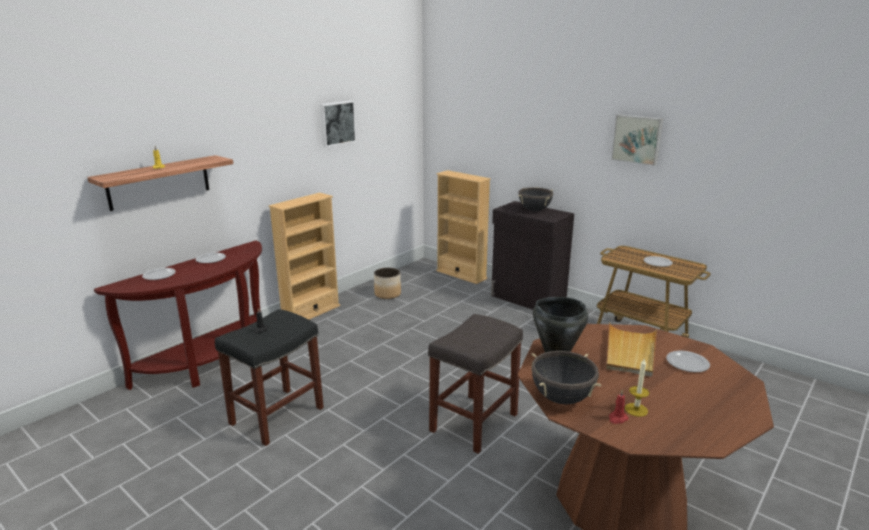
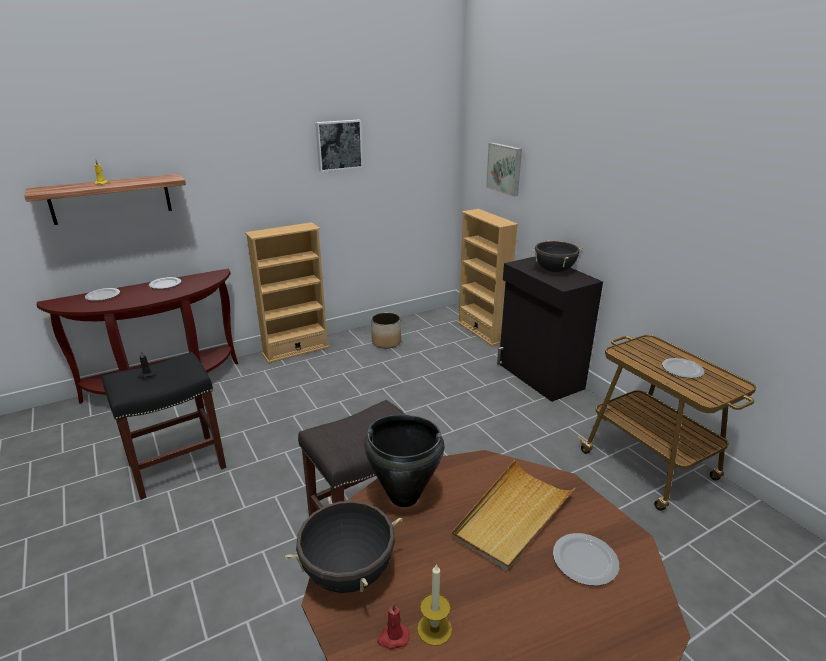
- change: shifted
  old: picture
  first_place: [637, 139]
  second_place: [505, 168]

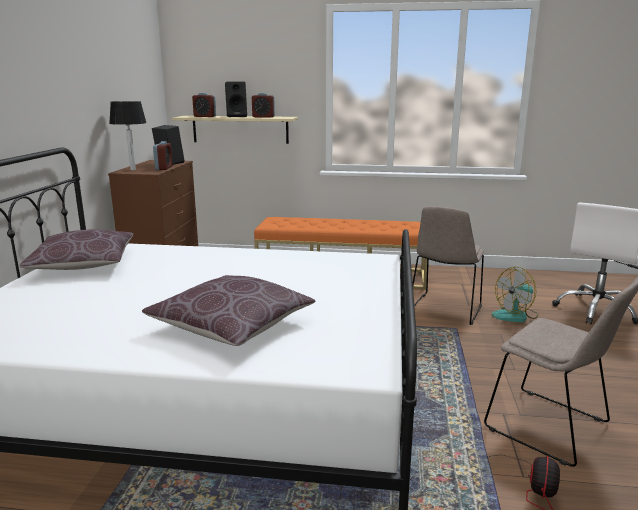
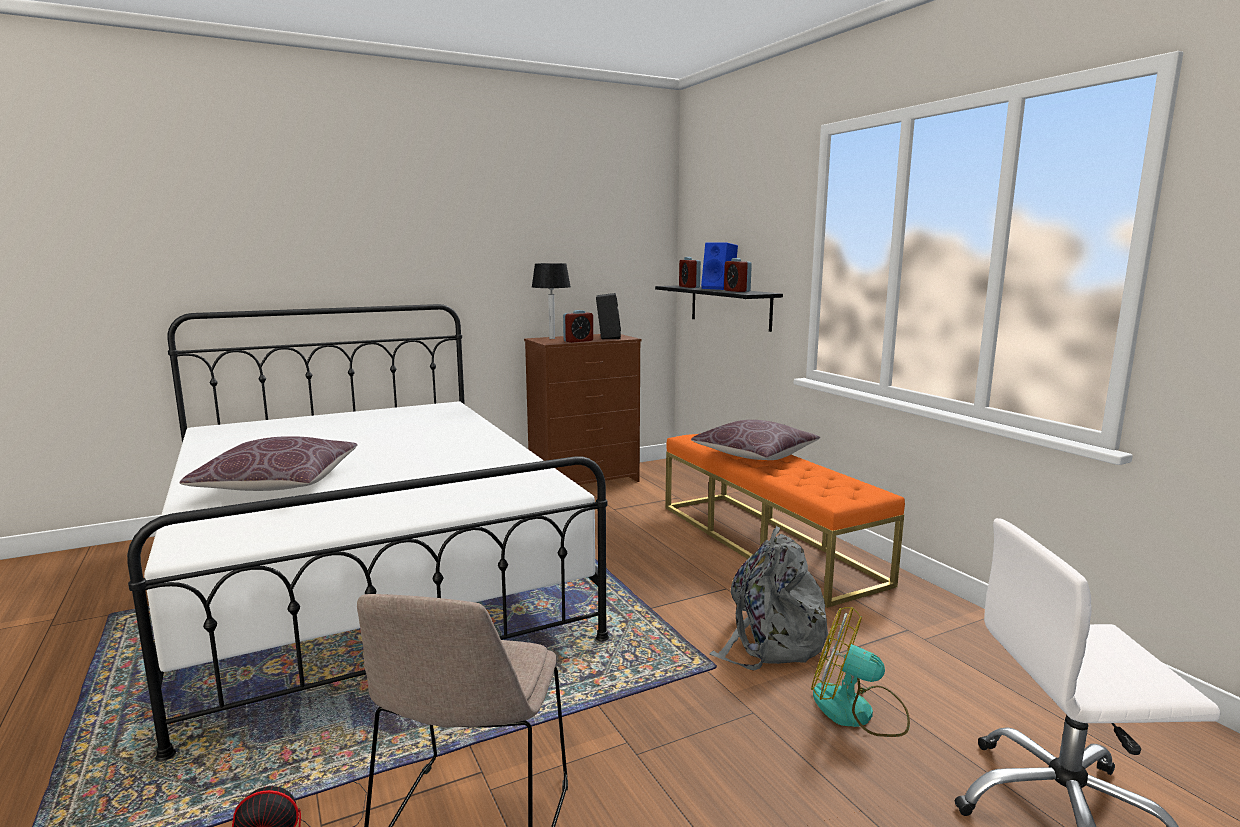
- change: shifted
  old: brown pillow
  first_place: [84, 264]
  second_place: [755, 455]
- change: repainted
  old: beige shelf
  new: black shelf
  first_place: [240, 129]
  second_place: [729, 307]
- change: repainted
  old: black speaker
  new: blue speaker
  first_place: [237, 116]
  second_place: [719, 289]
- change: swapped
  old: beige chair
  new: grey backpack
  first_place: [444, 310]
  second_place: [771, 641]

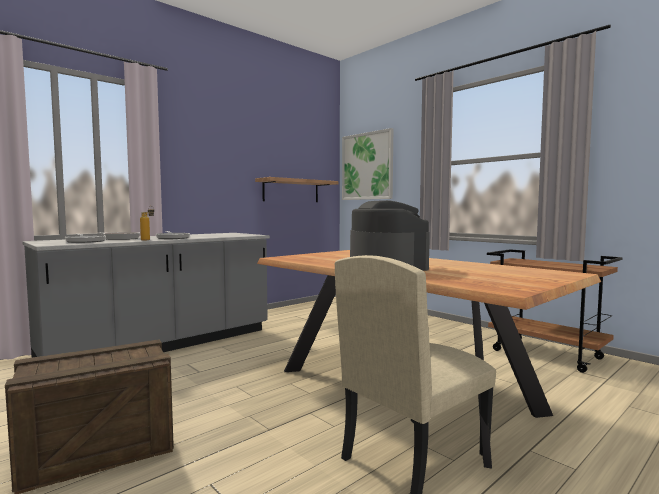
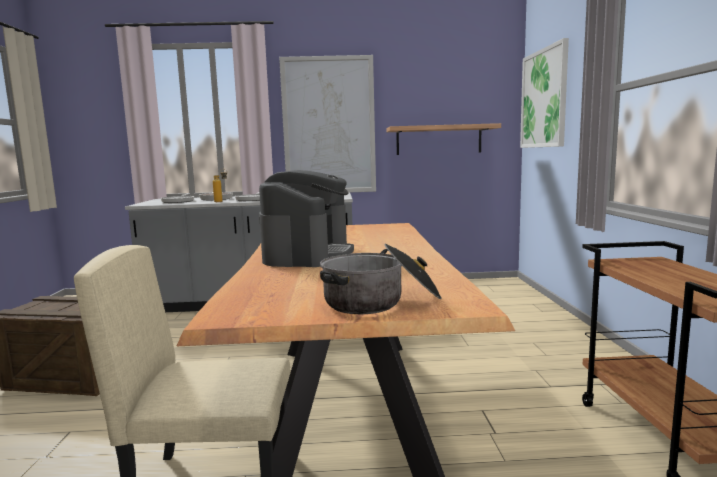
- change: new
  new: picture
  second_place: [329, 126]
- change: new
  new: cooking pot
  second_place: [381, 302]

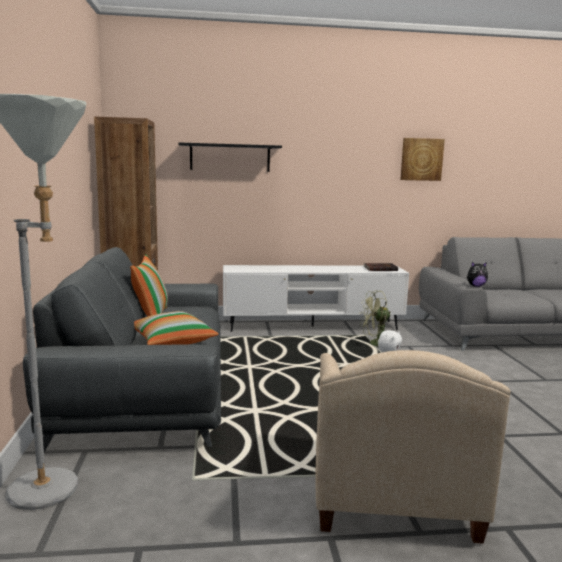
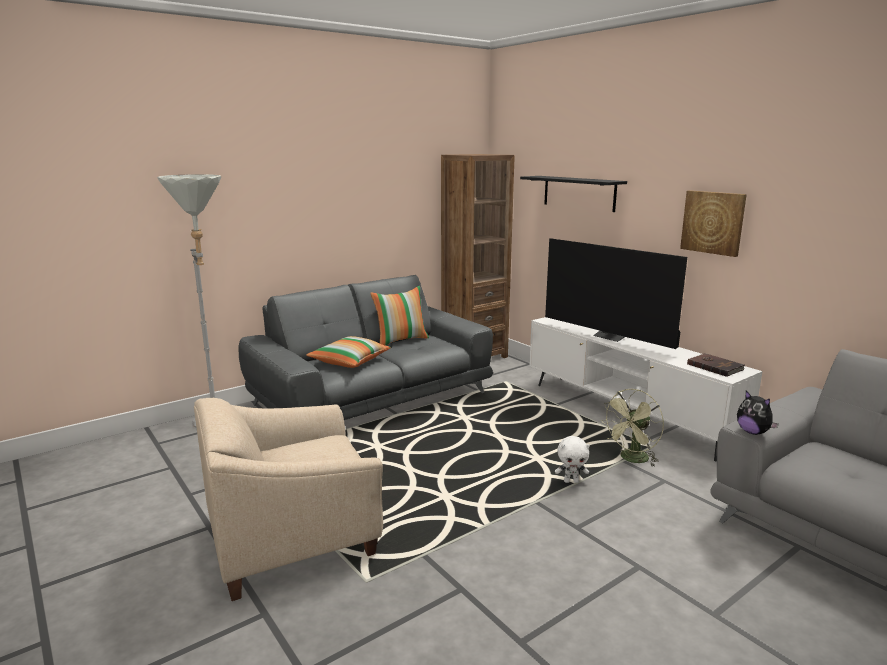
- change: rotated
  old: green fan
  first_place: [375, 344]
  second_place: [631, 459]
  degrees: -90
- change: shifted
  old: picture
  first_place: [421, 159]
  second_place: [713, 222]
- change: new
  new: television
  second_place: [610, 336]

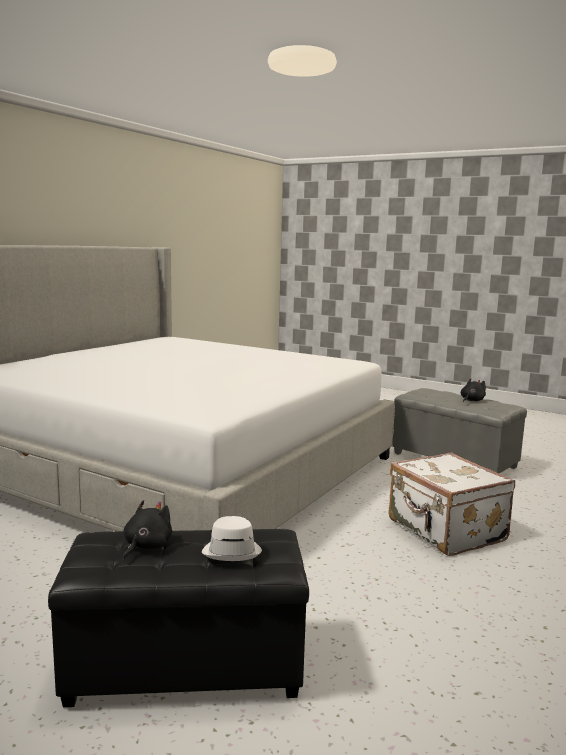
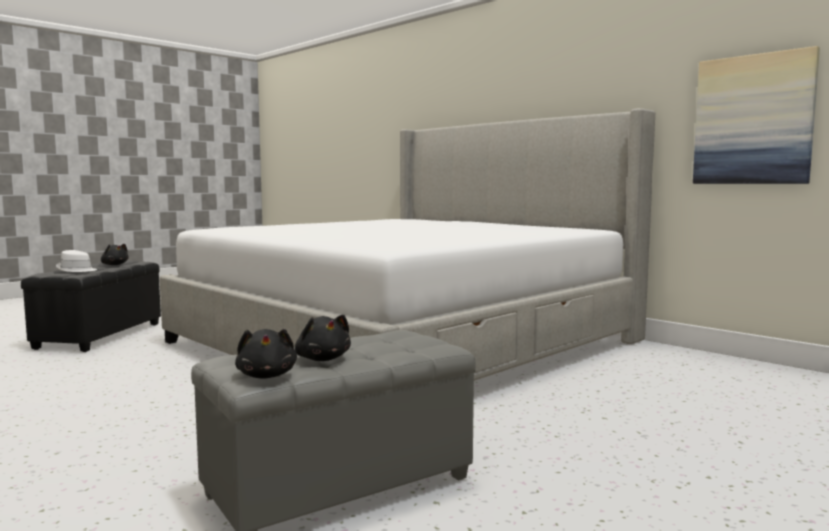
- change: gone
  old: white suitcase
  first_place: [445, 531]
- change: new
  new: black plush toy
  second_place: [267, 375]
- change: new
  new: picture
  second_place: [753, 120]

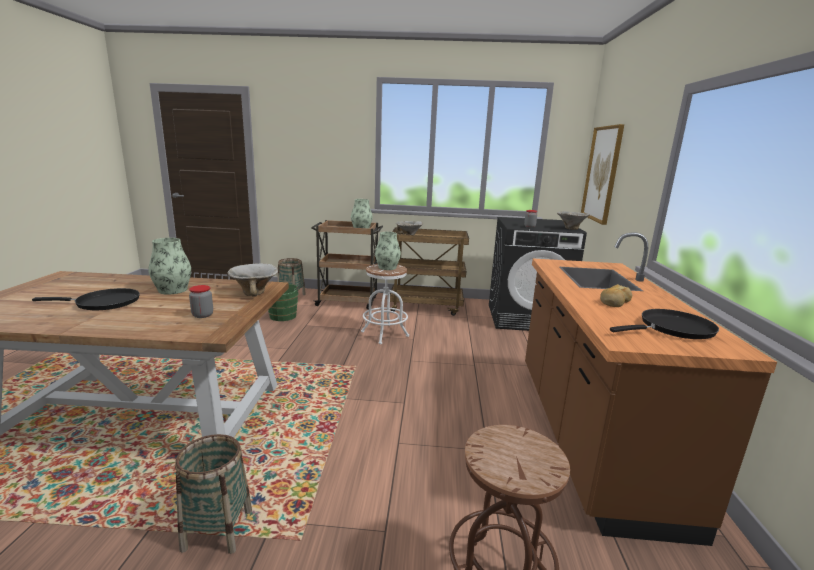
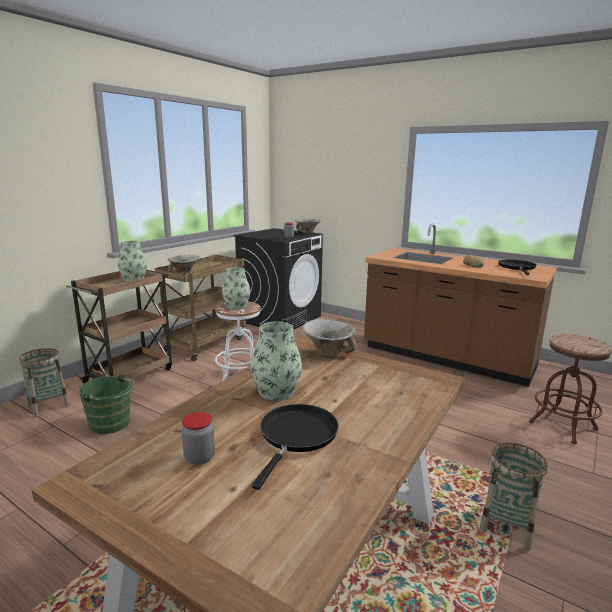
- change: shifted
  old: jar
  first_place: [202, 315]
  second_place: [199, 457]
- change: gone
  old: picture
  first_place: [602, 174]

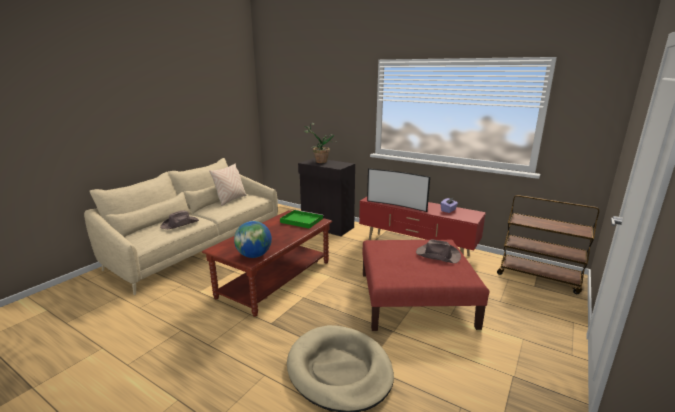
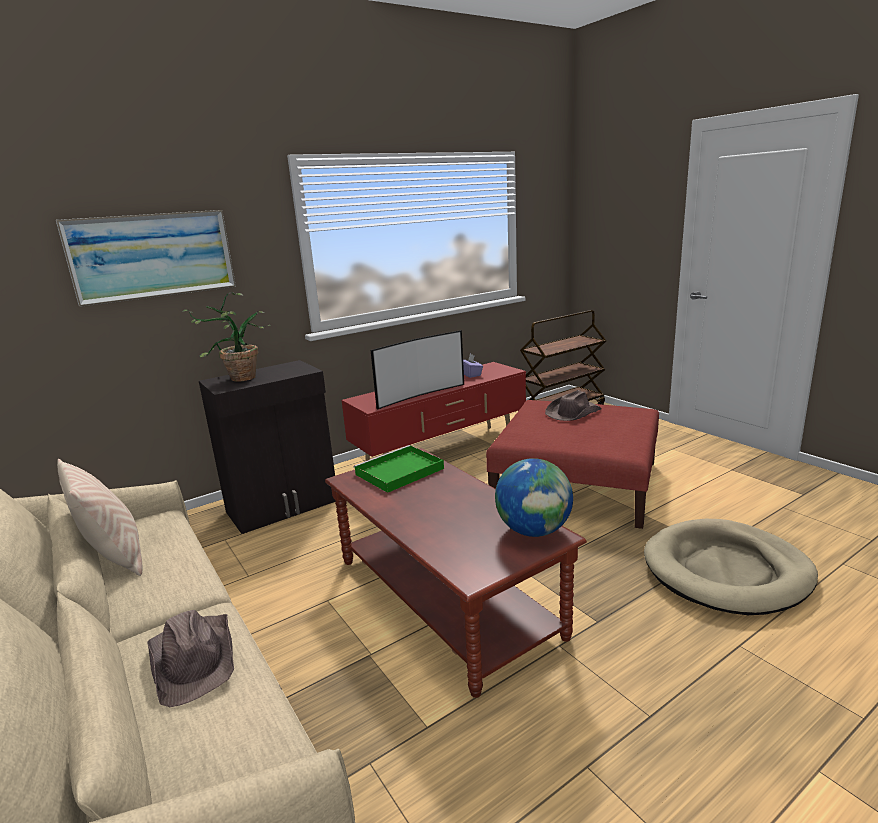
- change: new
  new: picture
  second_place: [152, 255]

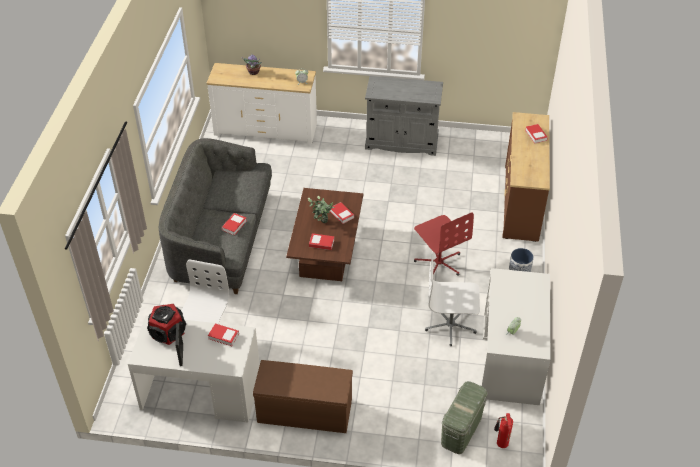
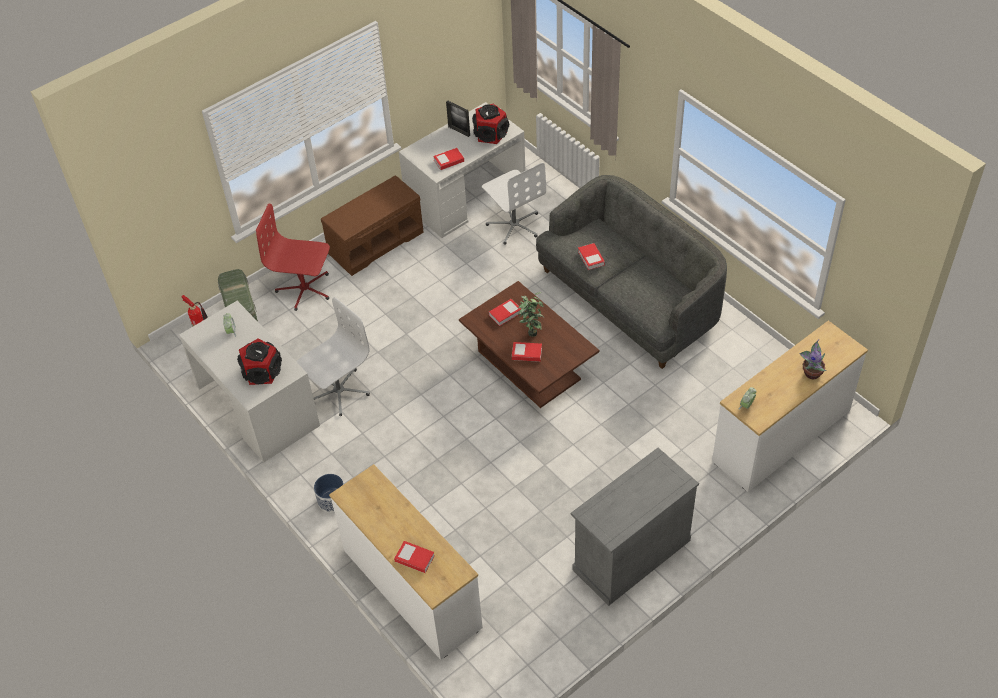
- change: shifted
  old: red office chair
  first_place: [439, 263]
  second_place: [304, 289]
- change: repainted
  old: brown dresser
  new: white dresser
  first_place: [521, 202]
  second_place: [411, 589]
- change: new
  new: speaker
  second_place: [261, 372]

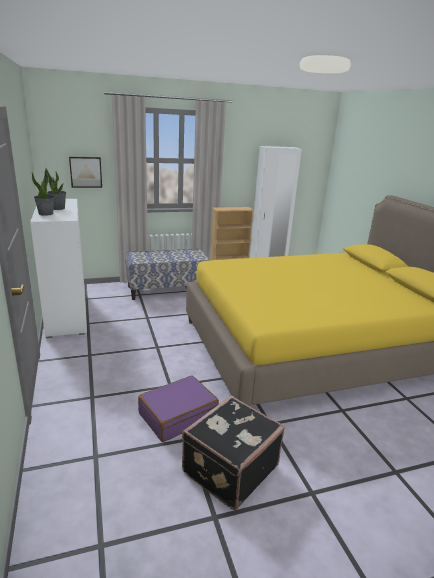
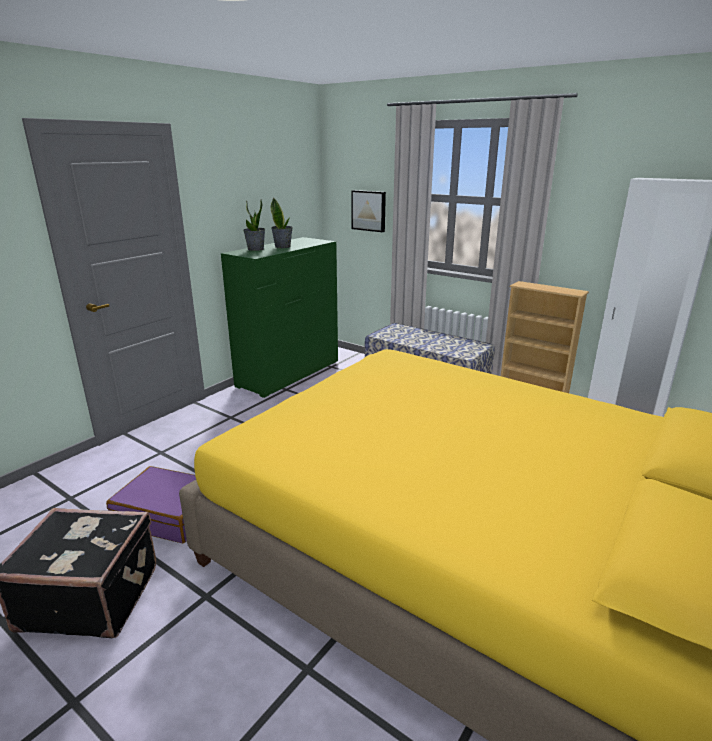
- change: repainted
  old: white dresser
  new: green dresser
  first_place: [67, 314]
  second_place: [288, 374]

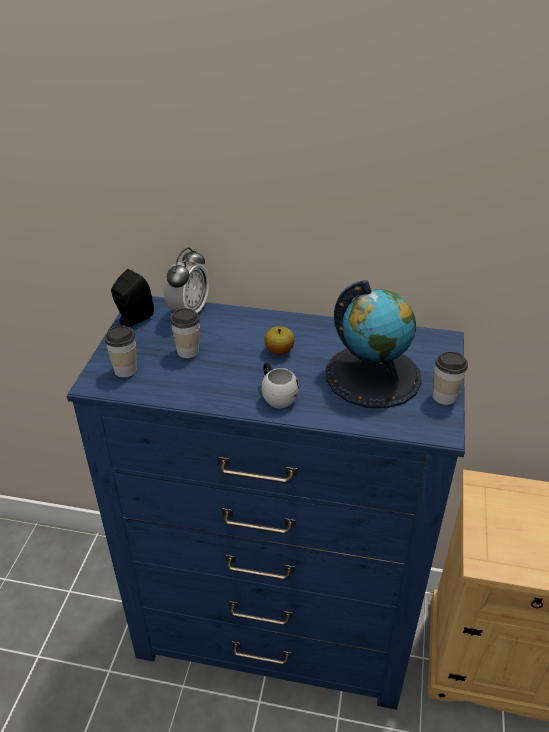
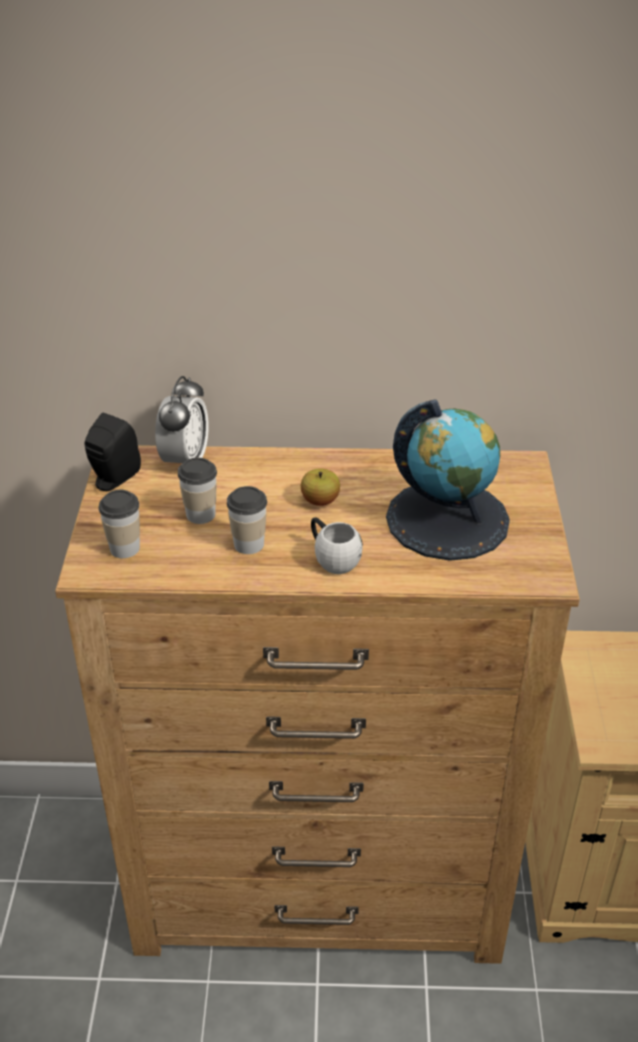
- change: repainted
  old: blue dresser
  new: brown dresser
  first_place: [276, 625]
  second_place: [320, 882]
- change: shifted
  old: cup
  first_place: [444, 396]
  second_place: [249, 544]

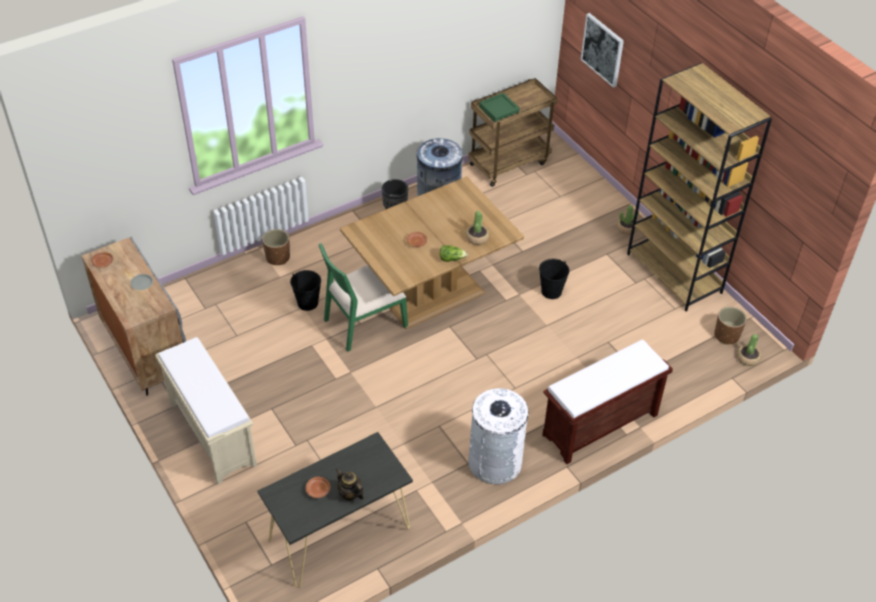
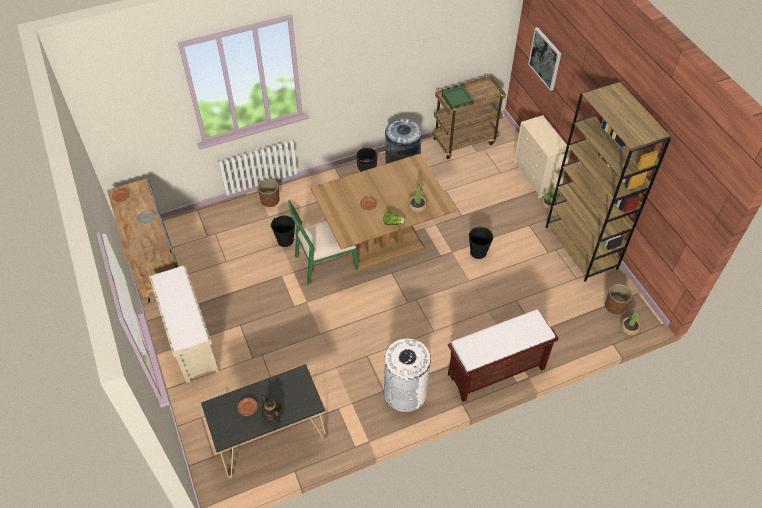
- change: new
  new: beige dresser
  second_place: [536, 178]

